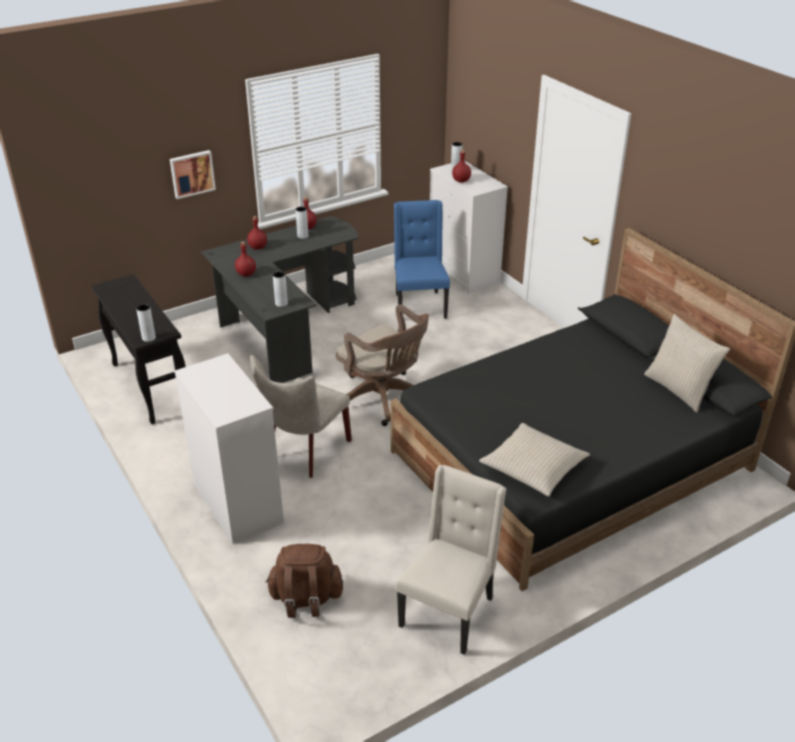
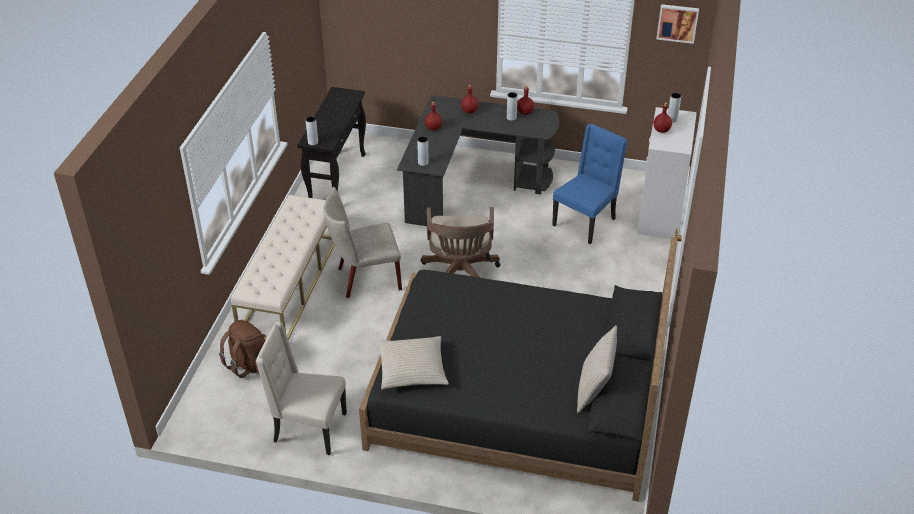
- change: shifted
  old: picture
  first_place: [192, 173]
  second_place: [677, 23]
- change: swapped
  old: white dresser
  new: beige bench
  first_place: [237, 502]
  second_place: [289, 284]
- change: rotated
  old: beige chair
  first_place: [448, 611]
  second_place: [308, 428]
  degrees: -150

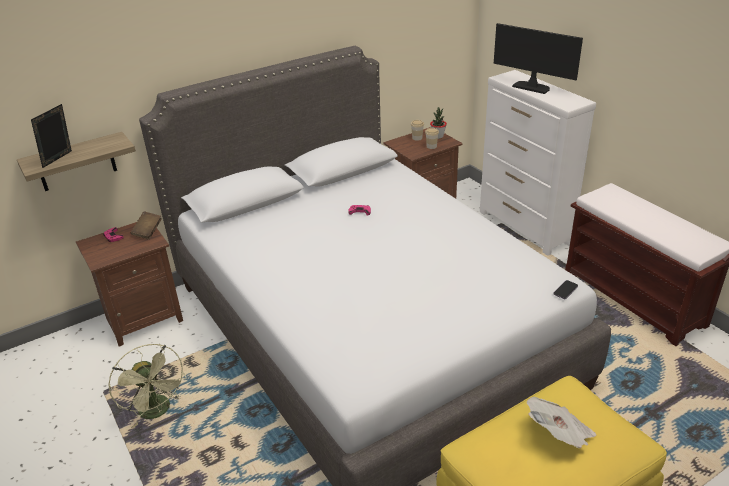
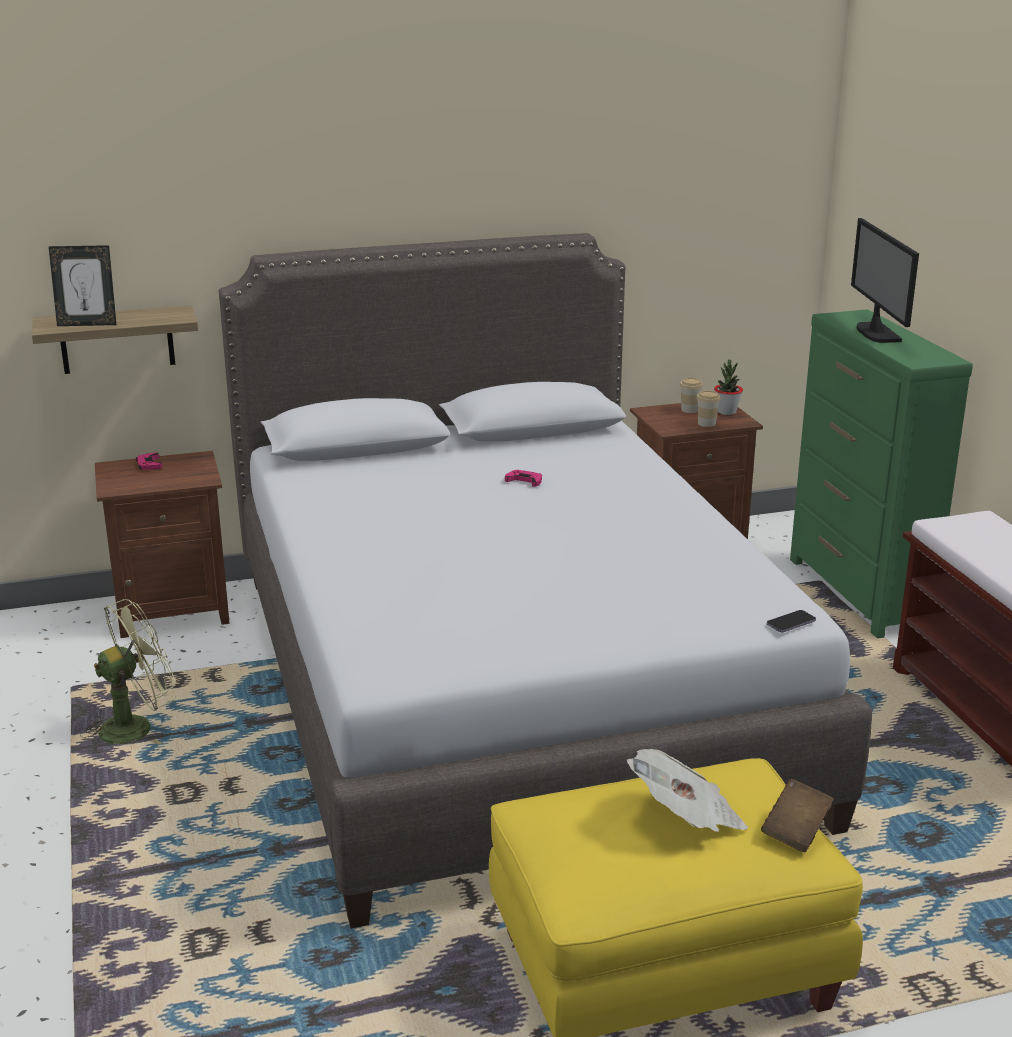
- change: rotated
  old: picture frame
  first_place: [59, 160]
  second_place: [87, 324]
  degrees: -135
- change: rotated
  old: green fan
  first_place: [158, 411]
  second_place: [136, 726]
  degrees: -105
- change: shifted
  old: brown book
  first_place: [148, 231]
  second_place: [796, 830]
- change: repainted
  old: white dresser
  new: green dresser
  first_place: [524, 228]
  second_place: [858, 594]
- change: rotated
  old: monitor
  first_place: [532, 87]
  second_place: [876, 333]
  degrees: -150

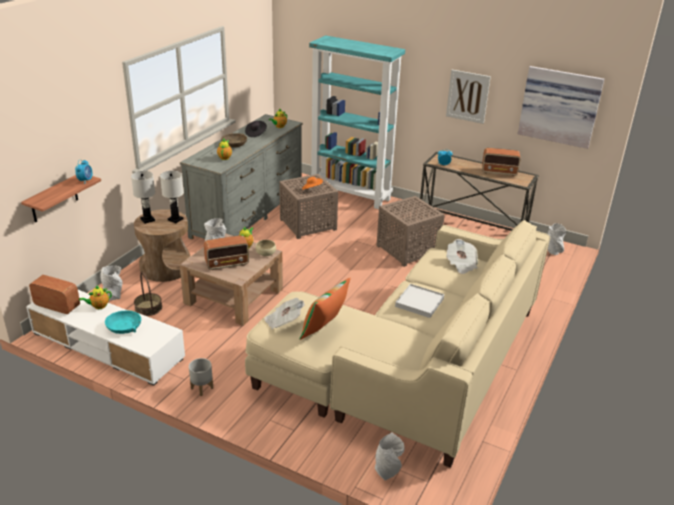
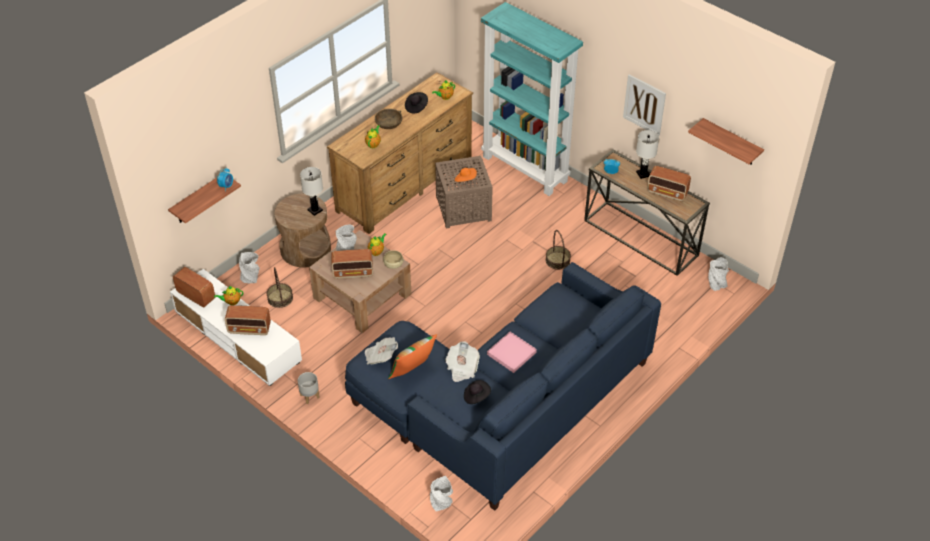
- change: swapped
  old: turquoise bowl
  new: radio
  first_place: [124, 327]
  second_place: [250, 329]
- change: shifted
  old: white table lamp
  first_place: [147, 220]
  second_place: [643, 174]
- change: repainted
  old: grey dresser
  new: brown dresser
  first_place: [248, 213]
  second_place: [404, 184]
- change: repainted
  old: beige sofa
  new: blue sofa
  first_place: [413, 364]
  second_place: [504, 402]
- change: swapped
  old: brown side table
  new: basket
  first_place: [409, 250]
  second_place: [558, 260]
- change: repainted
  old: white tray
  new: pink tray
  first_place: [419, 302]
  second_place: [511, 353]
- change: shifted
  old: newspaper
  first_place: [461, 264]
  second_place: [462, 368]
- change: swapped
  old: picture
  new: shelf
  first_place: [560, 106]
  second_place: [731, 143]
- change: new
  new: black hat
  second_place: [476, 396]

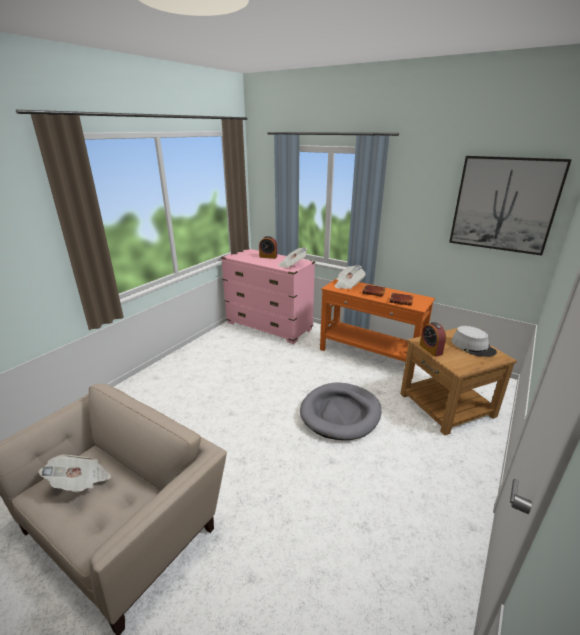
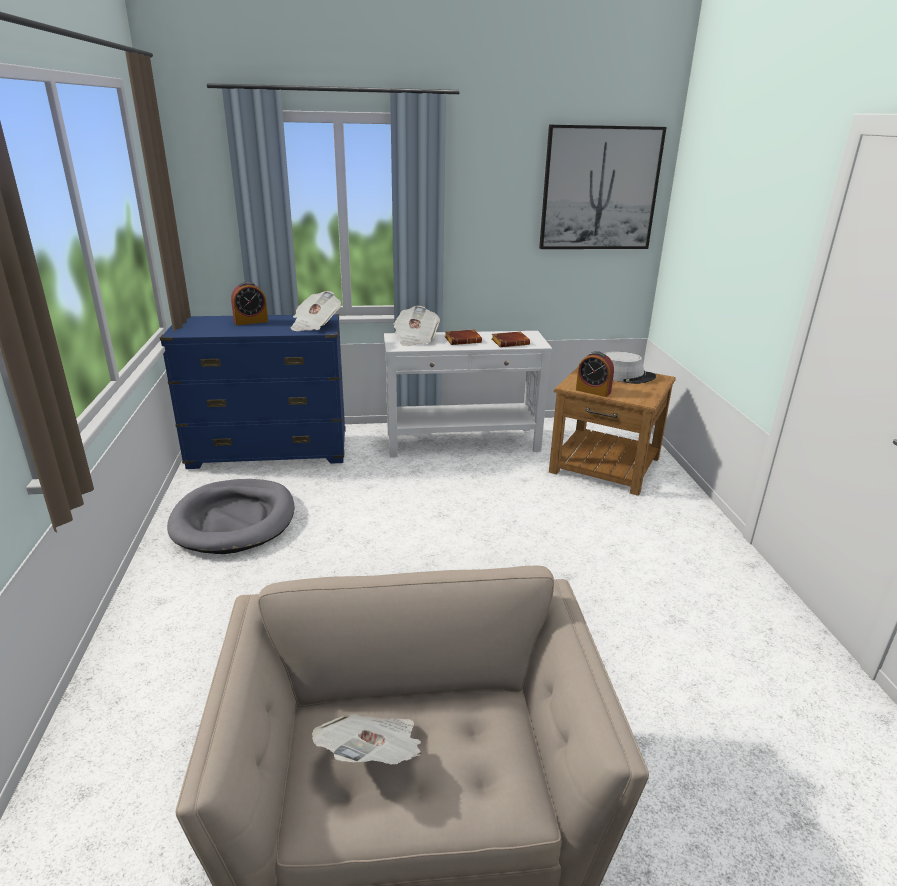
- change: repainted
  old: pink dresser
  new: blue dresser
  first_place: [269, 326]
  second_place: [269, 452]
- change: shifted
  old: grey dog bed
  first_place: [340, 413]
  second_place: [234, 520]
- change: repainted
  old: orange console table
  new: white console table
  first_place: [369, 356]
  second_place: [463, 442]

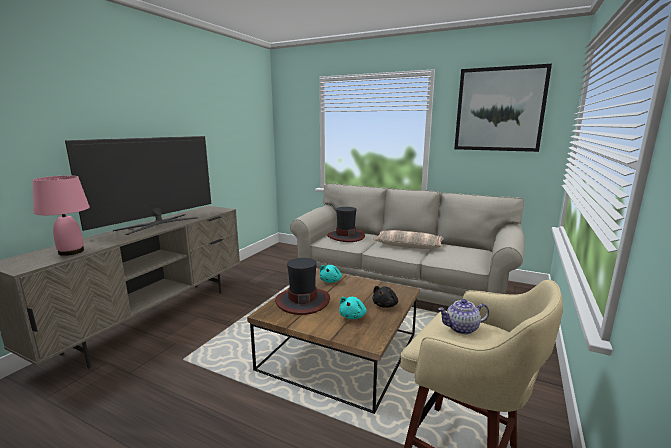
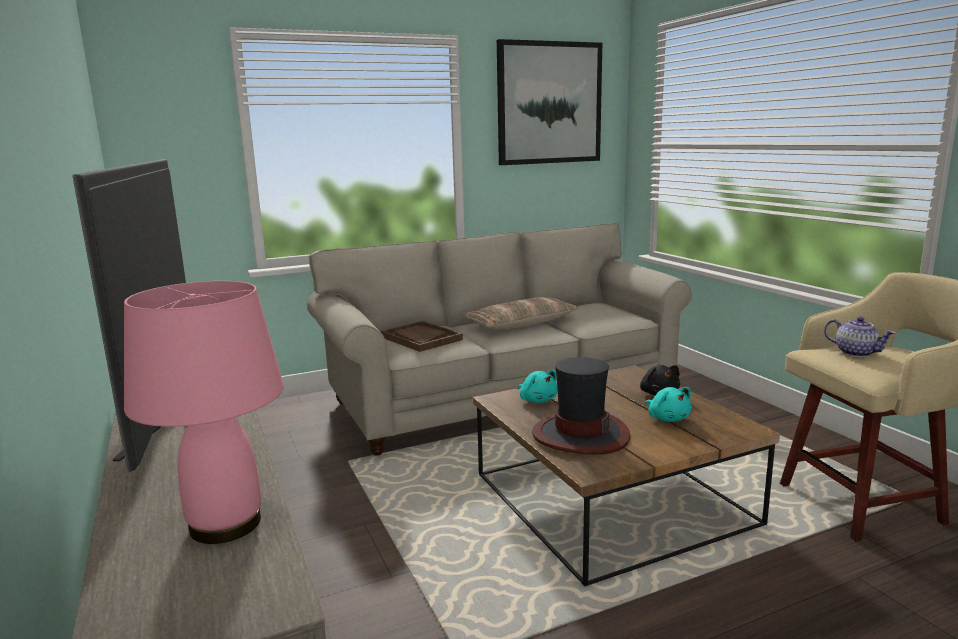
- change: swapped
  old: hat
  new: brown tray
  first_place: [345, 236]
  second_place: [421, 338]
- change: rotated
  old: teapot
  first_place: [461, 328]
  second_place: [856, 353]
  degrees: -75

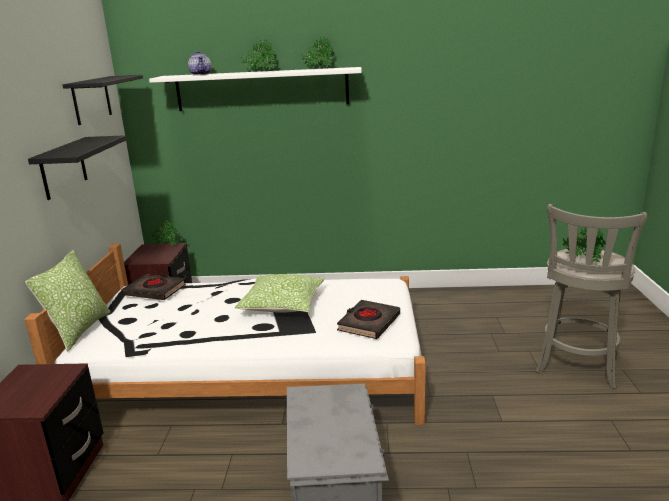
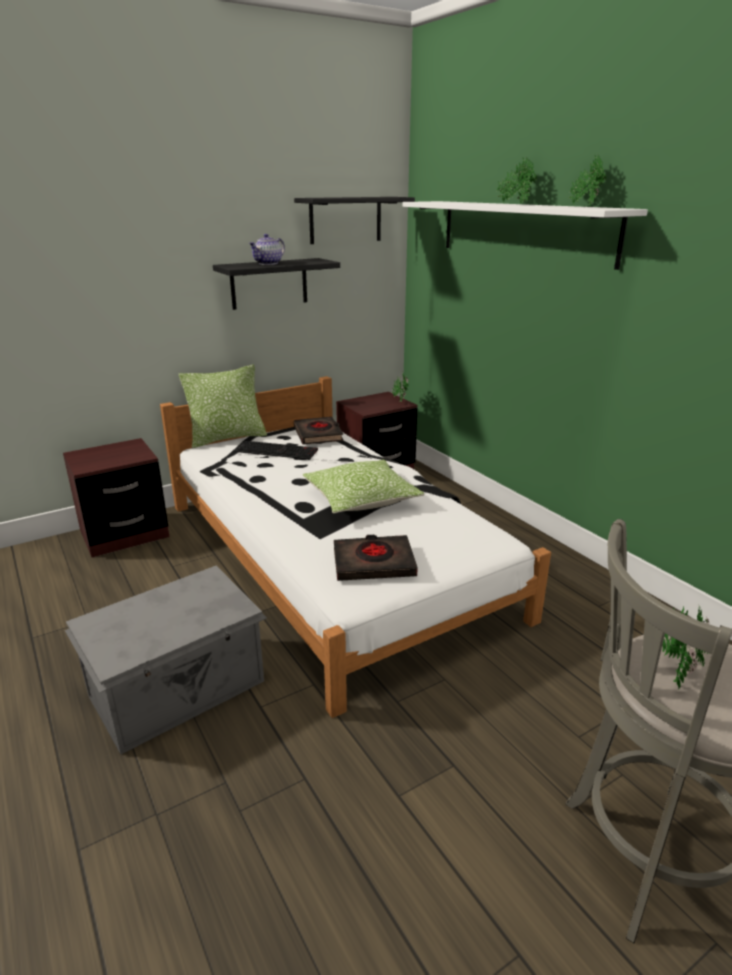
- change: shifted
  old: teapot
  first_place: [201, 74]
  second_place: [268, 264]
- change: new
  new: keyboard
  second_place: [277, 450]

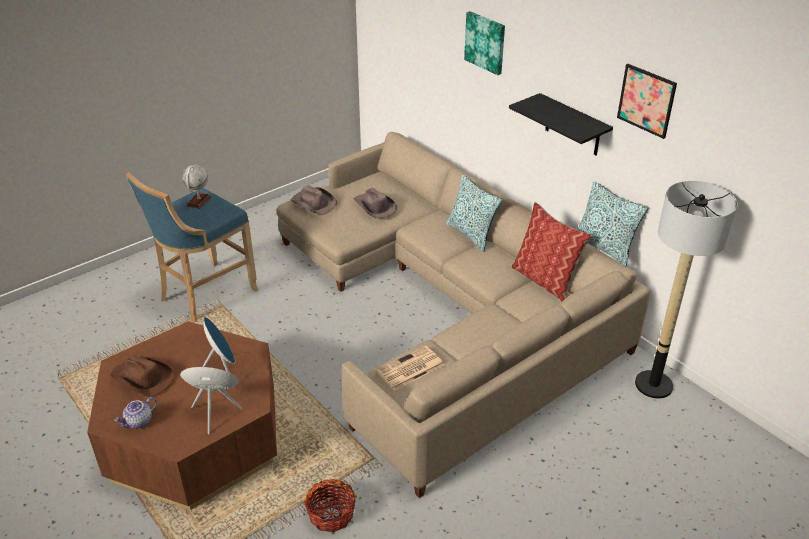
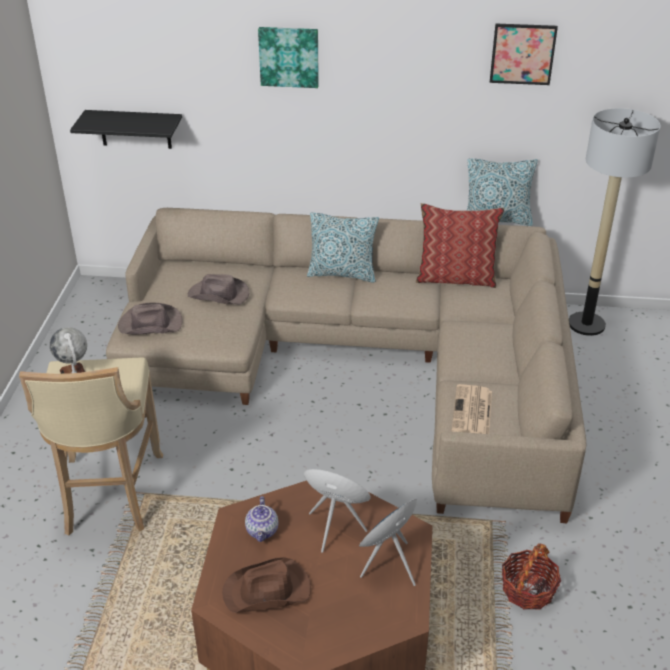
- change: shifted
  old: teapot
  first_place: [139, 422]
  second_place: [263, 531]
- change: repainted
  old: blue stool
  new: beige stool
  first_place: [205, 295]
  second_place: [110, 496]
- change: shifted
  old: black shelf
  first_place: [573, 125]
  second_place: [135, 129]

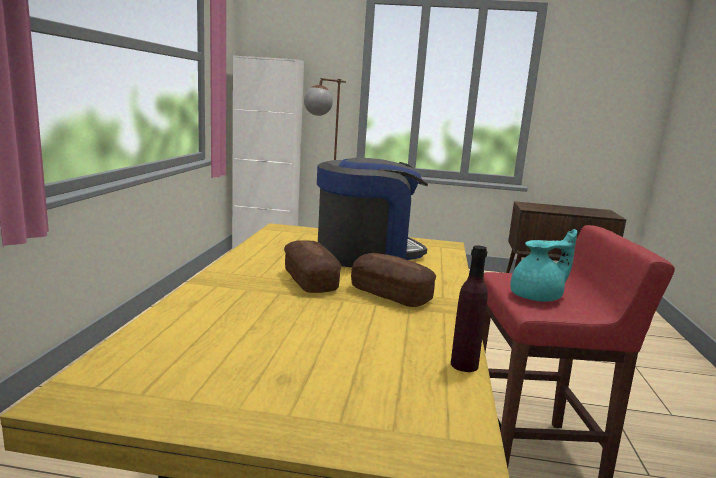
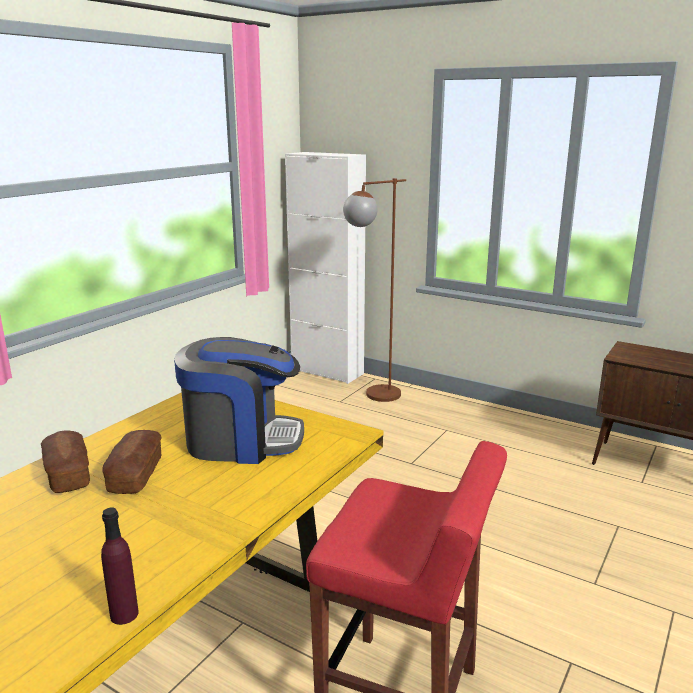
- change: shifted
  old: bread
  first_place: [391, 294]
  second_place: [68, 474]
- change: gone
  old: turquoise teapot
  first_place: [538, 297]

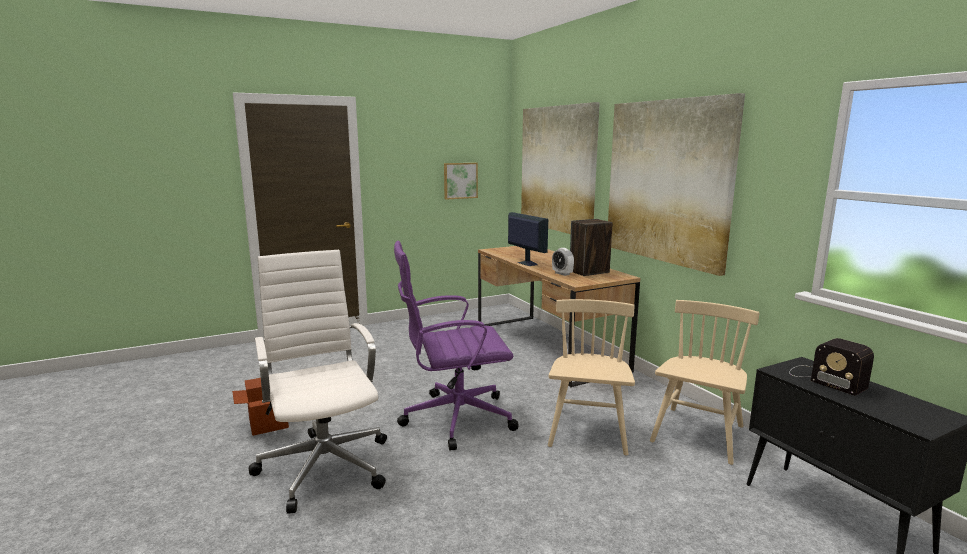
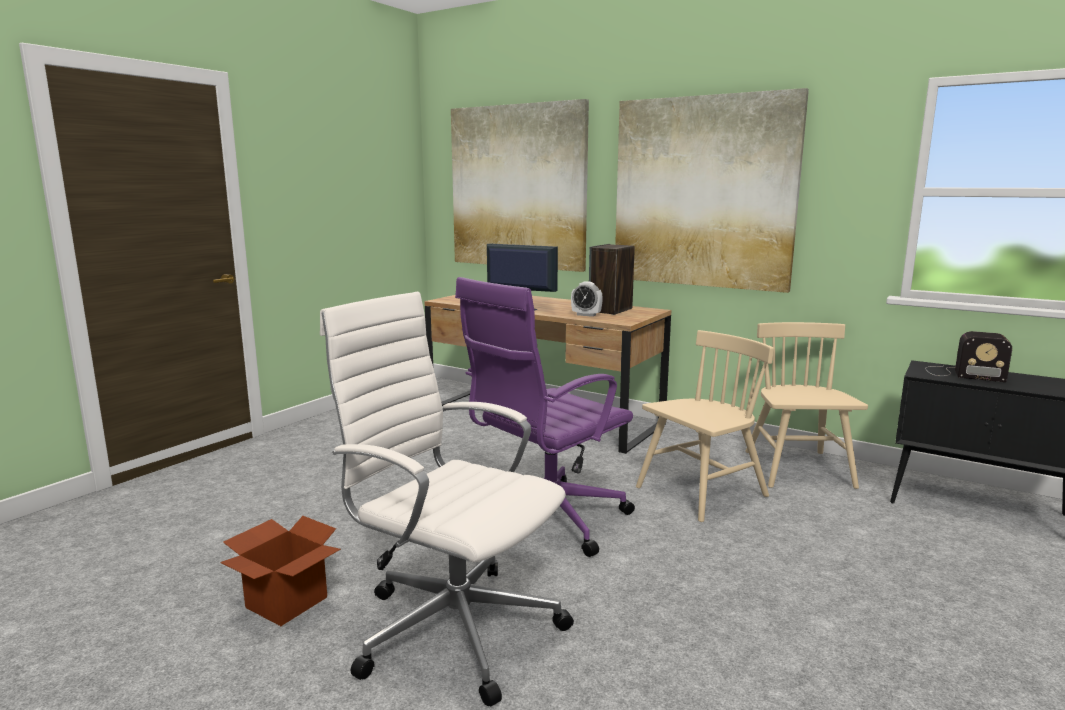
- change: gone
  old: picture
  first_place: [460, 180]
- change: rotated
  old: beige chair
  first_place: [588, 430]
  second_place: [701, 492]
  degrees: 75

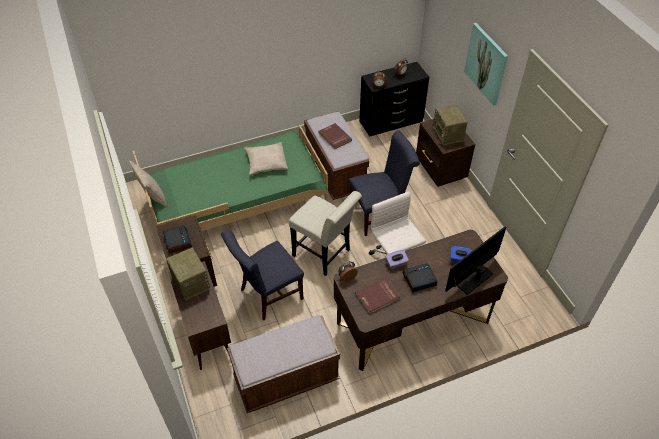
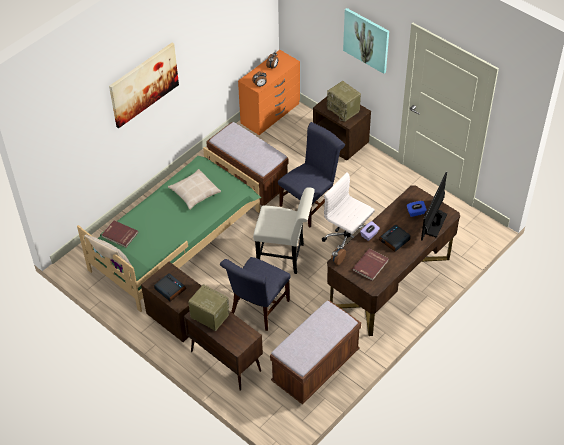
- change: shifted
  old: red book
  first_place: [334, 137]
  second_place: [119, 235]
- change: repainted
  old: black dresser
  new: orange dresser
  first_place: [391, 121]
  second_place: [271, 113]
- change: new
  new: picture
  second_place: [144, 84]

